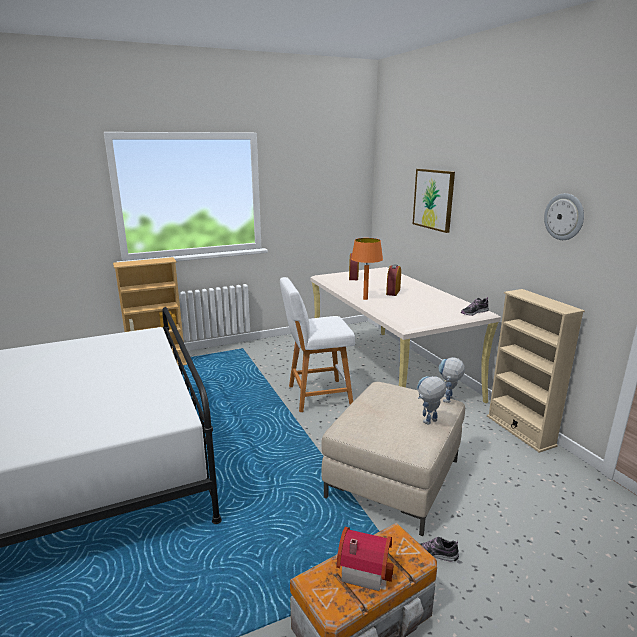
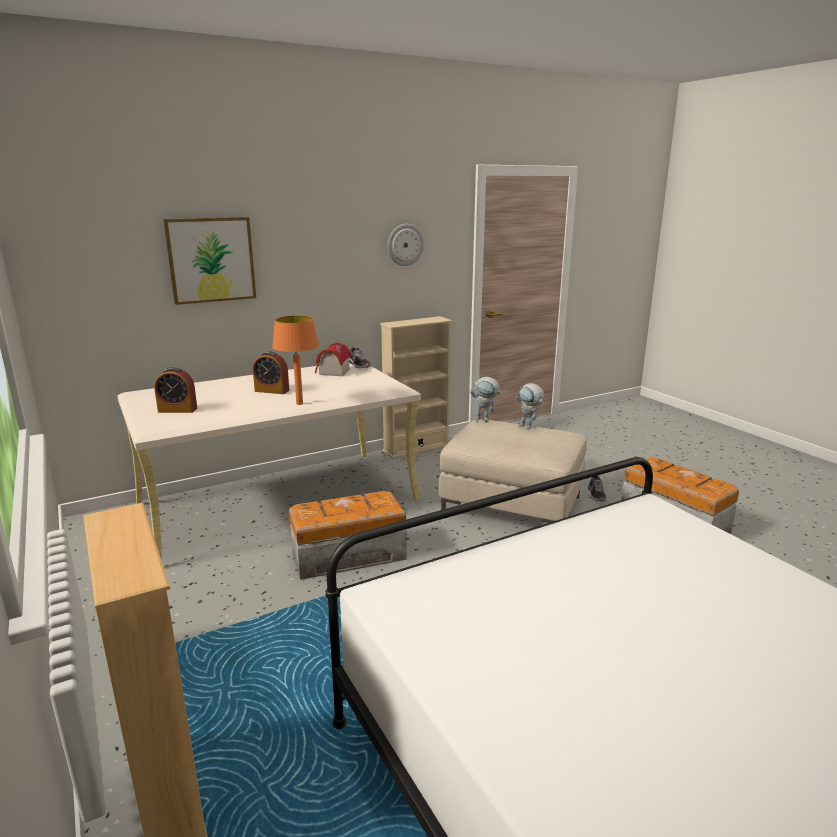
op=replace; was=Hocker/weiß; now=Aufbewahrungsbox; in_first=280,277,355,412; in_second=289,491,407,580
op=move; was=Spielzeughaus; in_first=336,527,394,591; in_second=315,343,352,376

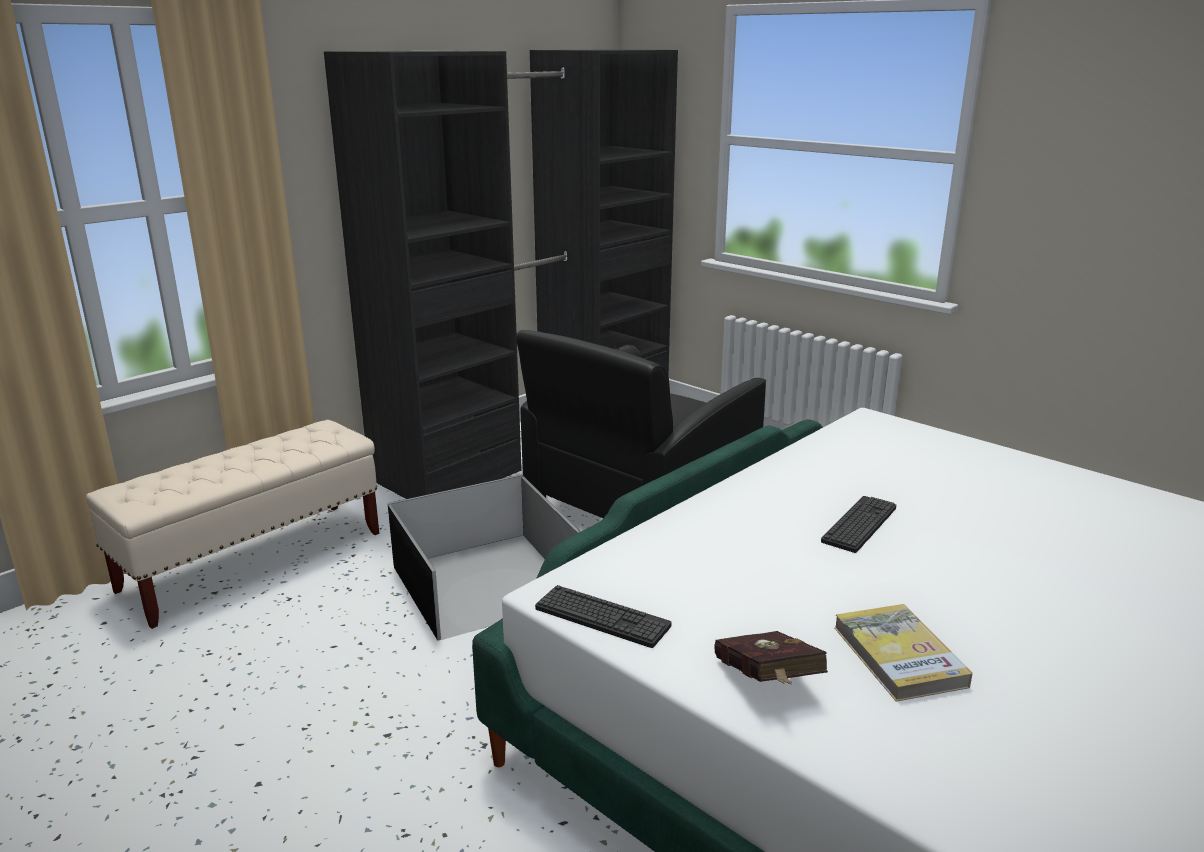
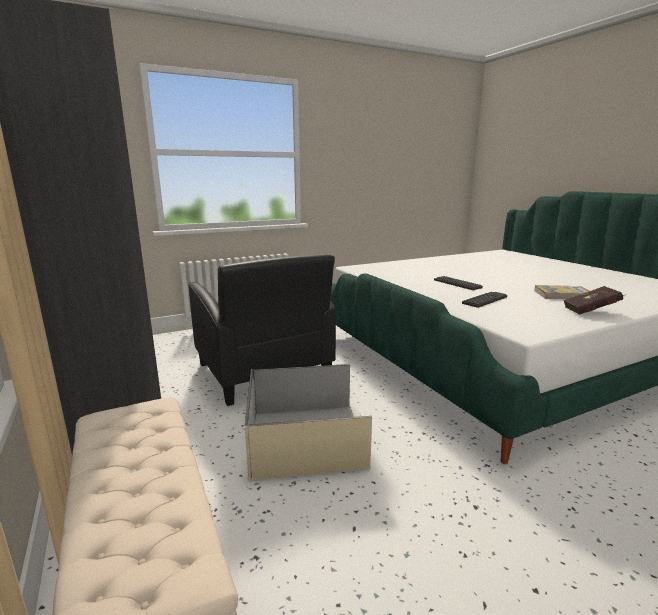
op=recolor; was=Aufbewahrungsbox/schwarz; now=Aufbewahrungsbox/beige; in_first=388,474,580,641; in_second=245,364,372,480
op=move; was=Tastatur; in_first=535,585,671,648; in_second=462,292,507,308

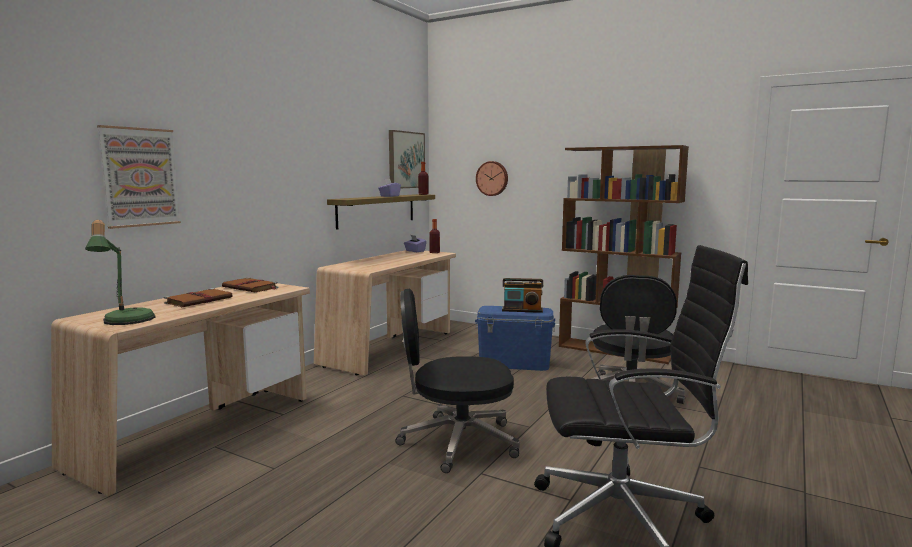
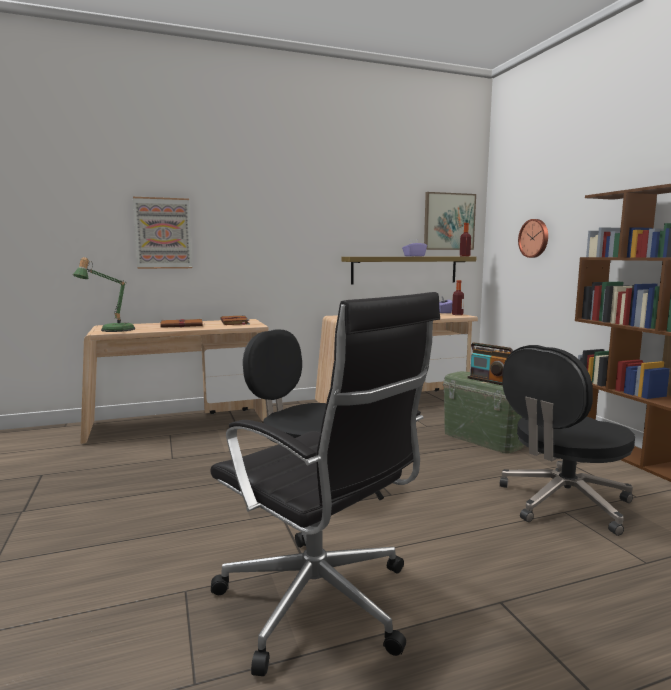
op=recolor; was=Aufbewahrungsbox/blau; now=Aufbewahrungsbox/grün; in_first=475,306,555,371; in_second=443,371,524,453

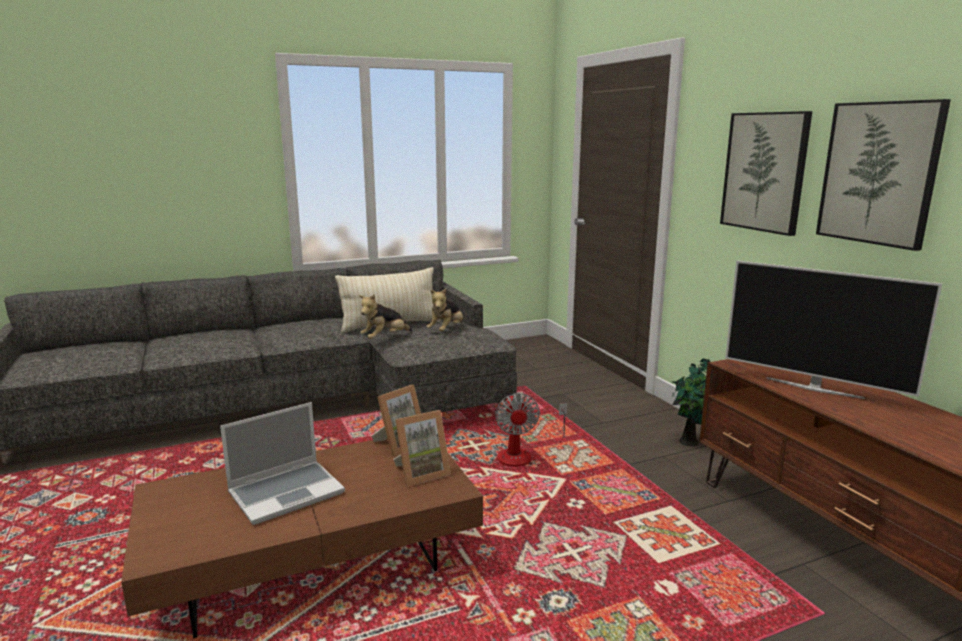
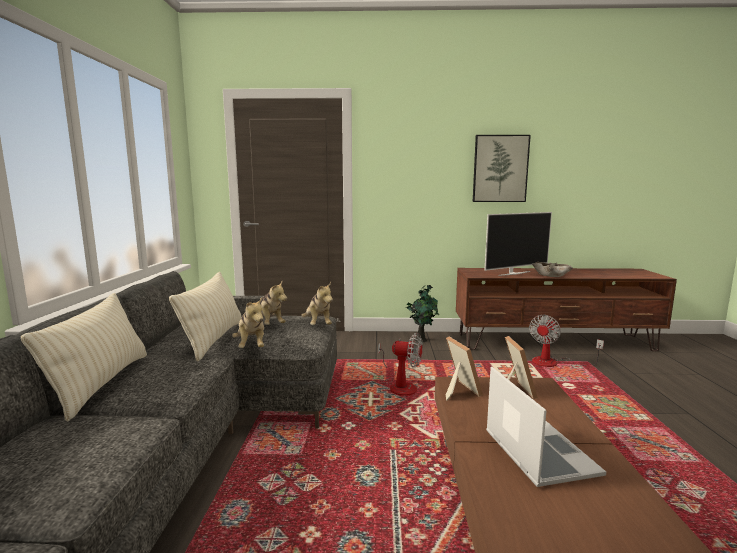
op=insert; now=Kissen/beige; in_second=21,293,147,421
op=insert; now=Plüschtier; in_second=302,282,333,325
op=insert; now=Ventilator; in_second=529,315,604,367
op=insert; now=Schüssel/beige; in_second=532,262,573,277
op=delete; was=Bild; in_first=720,111,812,236

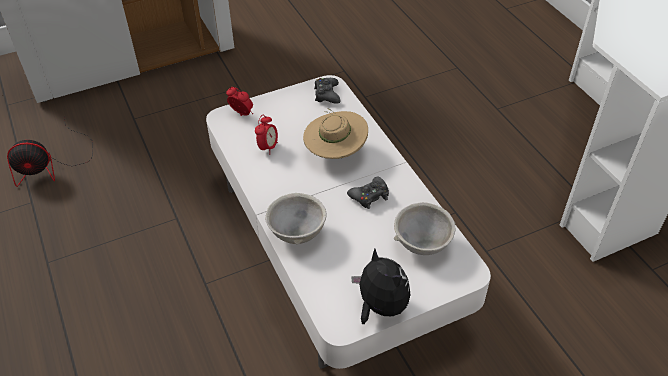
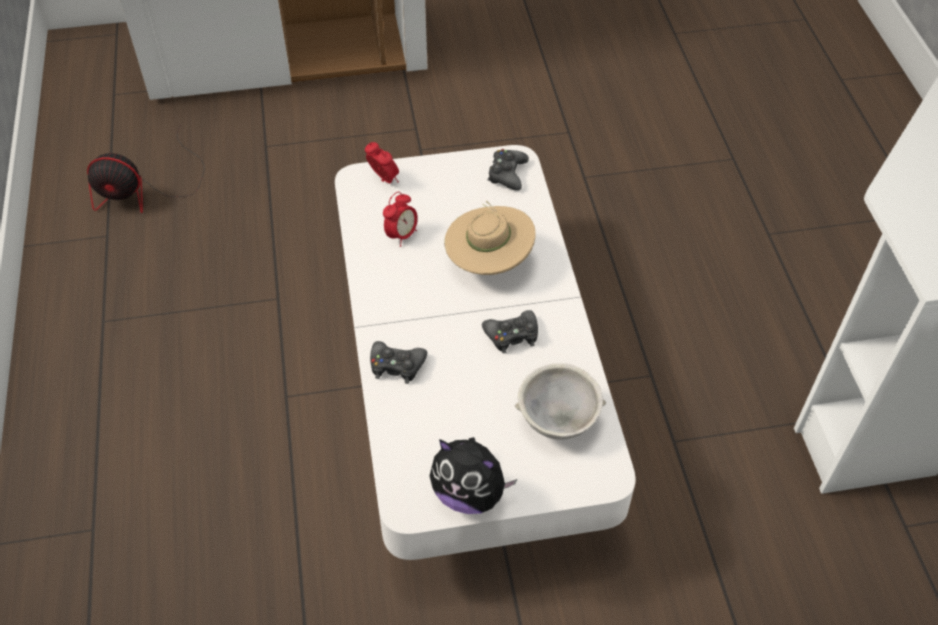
op=replace; was=Schüssel/grau; now=Gamepad/schwarz; in_first=265,193,326,245; in_second=370,341,427,384
op=rotate; was=Plüschtier; in_first=351,249,411,324; in_second=430,437,517,514; clockwise=135

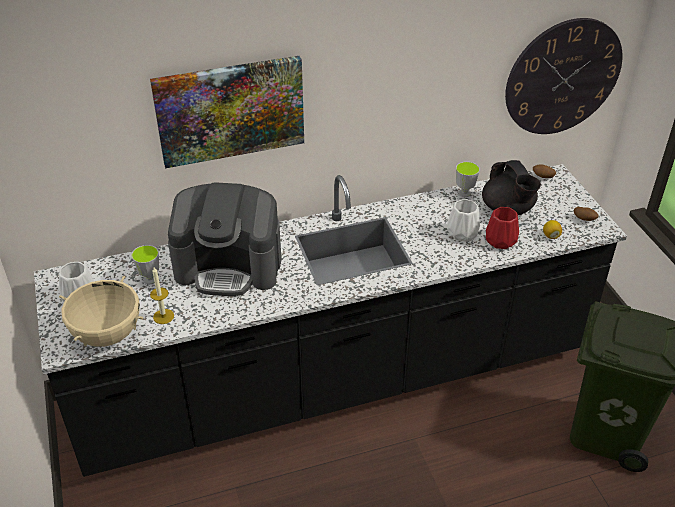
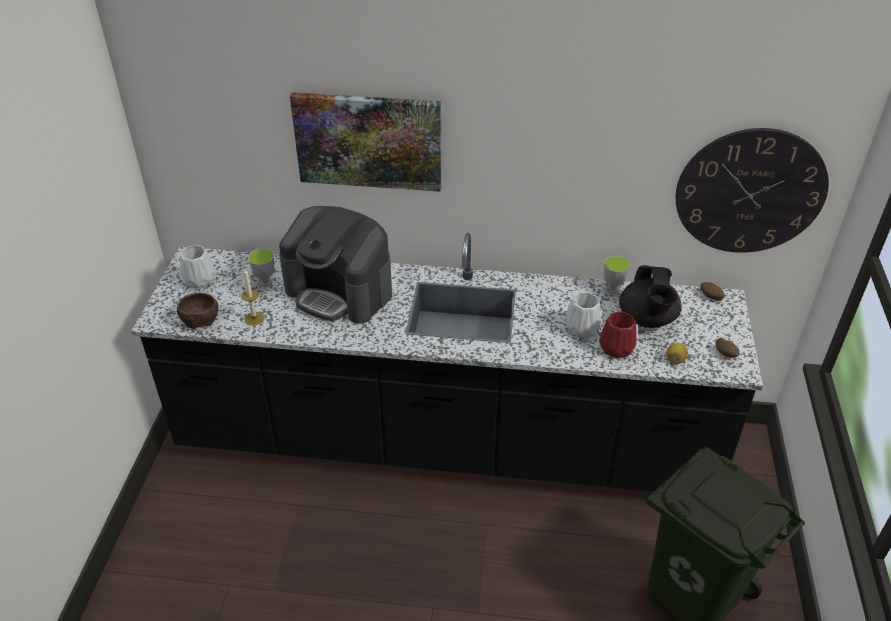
op=replace; was=Kochtopf/beige; now=Schüssel/braun; in_first=59,276,143,347; in_second=177,293,218,329

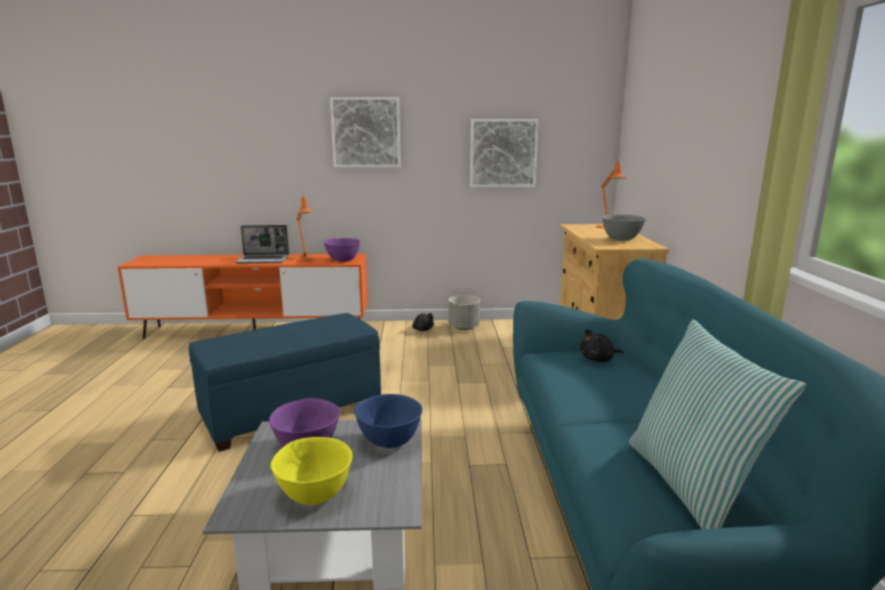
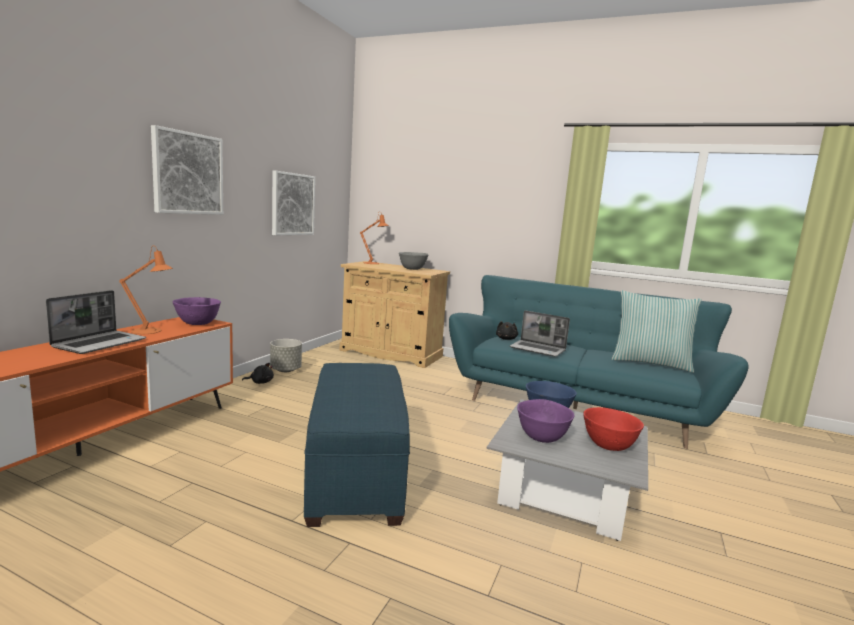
op=insert; now=Laptop; in_second=510,310,570,357
op=recolor; was=Schüssel/gelb; now=Schüssel/rot; in_first=271,437,352,505; in_second=583,407,644,451

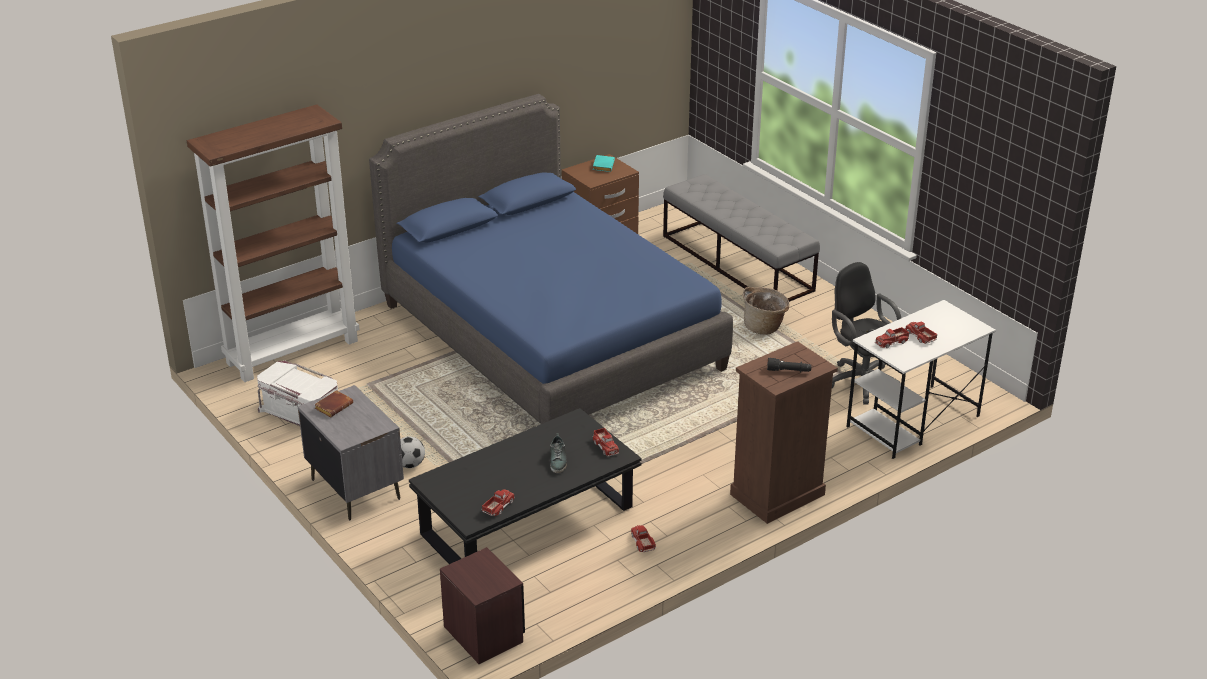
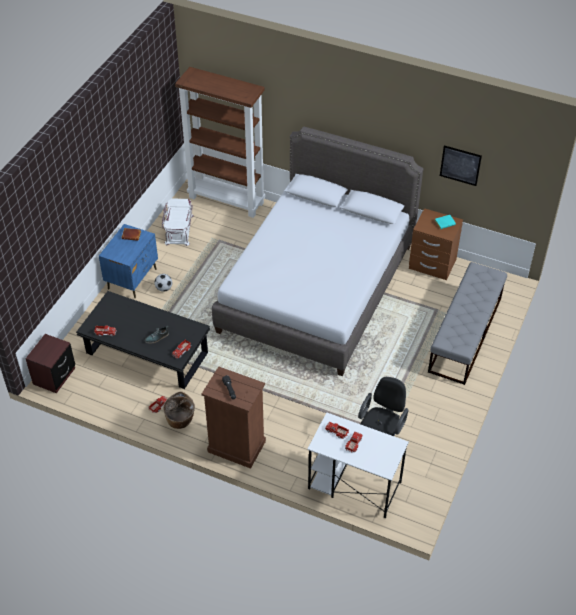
op=recolor; was=Nachttisch/grau; now=Nachttisch/blau; in_first=298,385,404,520; in_second=99,224,158,298
op=move; was=Korb; in_first=743,287,790,334; in_second=163,391,195,429
op=recolor; was=Bett/blau; now=Bett/grau; in_first=369,94,733,424; in_second=212,127,423,376
op=insert; now=Bild; in_second=440,145,482,186

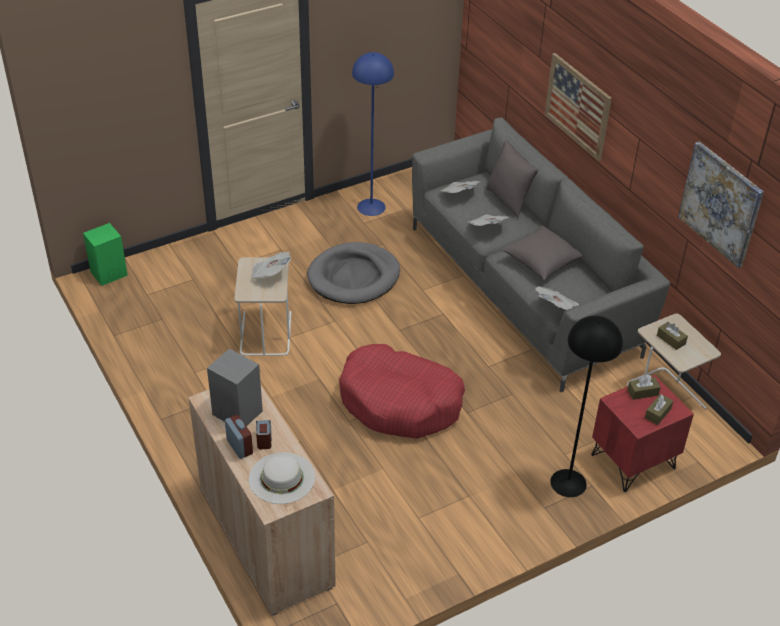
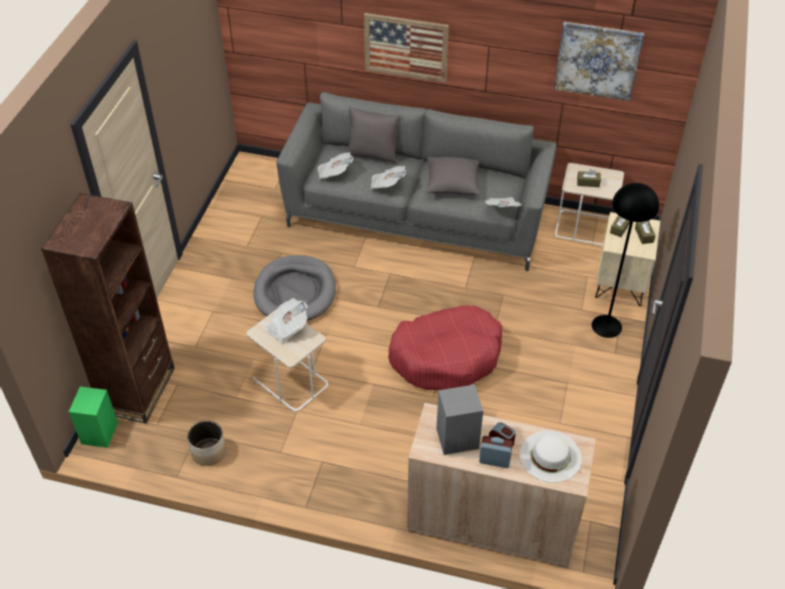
op=insert; now=Bücherregal/braun; in_second=41,193,175,424
op=insert; now=Pflanzkübel; in_second=187,420,226,466
op=recolor; was=Nachttisch/rot; now=Nachttisch/beige; in_first=591,375,694,492; in_second=595,212,660,306
op=delete; was=Stehlampe/blau; in_first=352,52,394,216

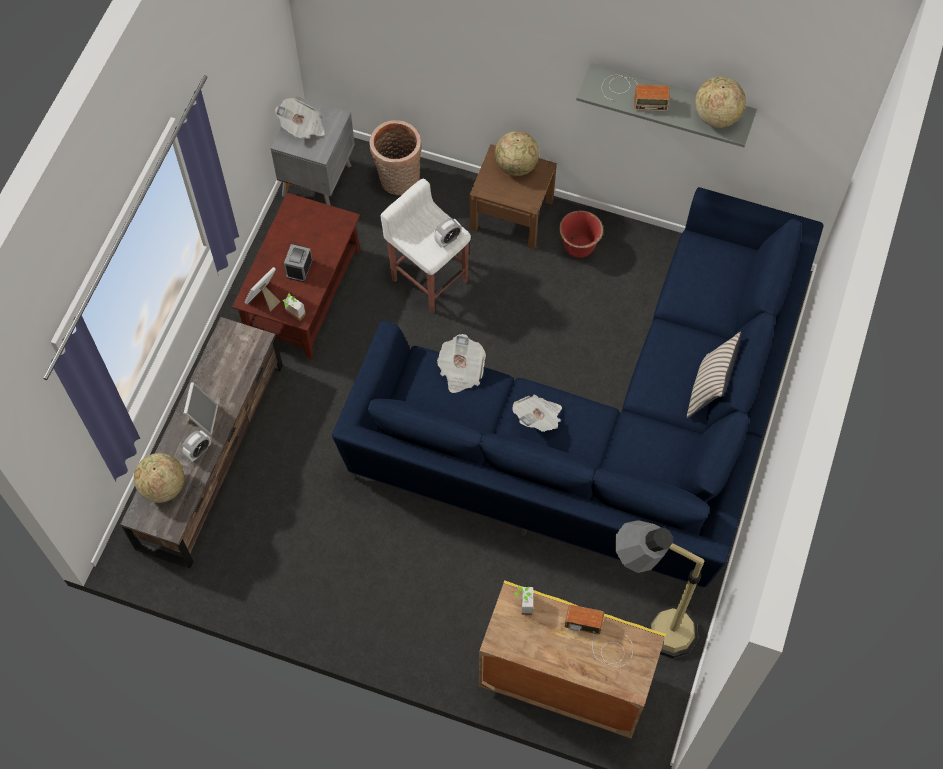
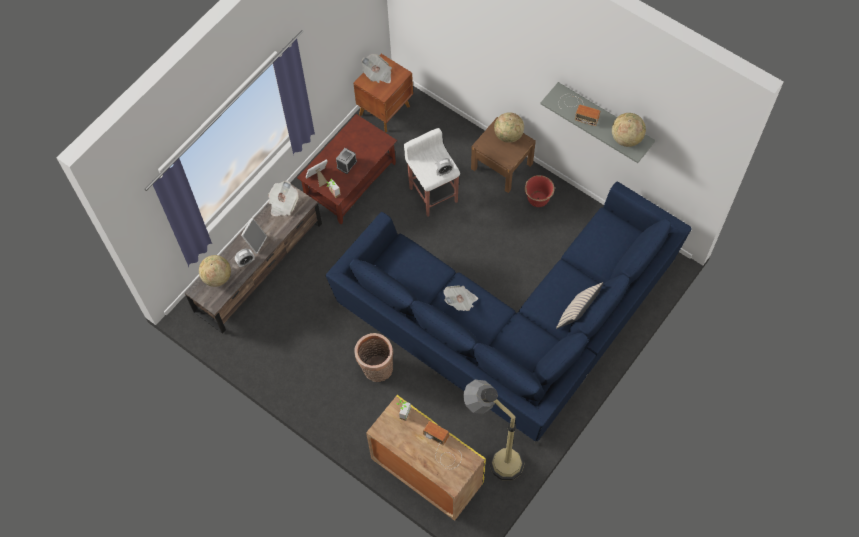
op=move; was=Zeitung; in_first=437,334,486,393; in_second=268,181,298,216
op=recolor; was=Nachttisch/grau; now=Nachttisch/braun; in_first=271,96,355,205; in_second=353,54,413,132
op=move; was=Korb; in_first=370,120,422,195; in_second=354,333,393,382

